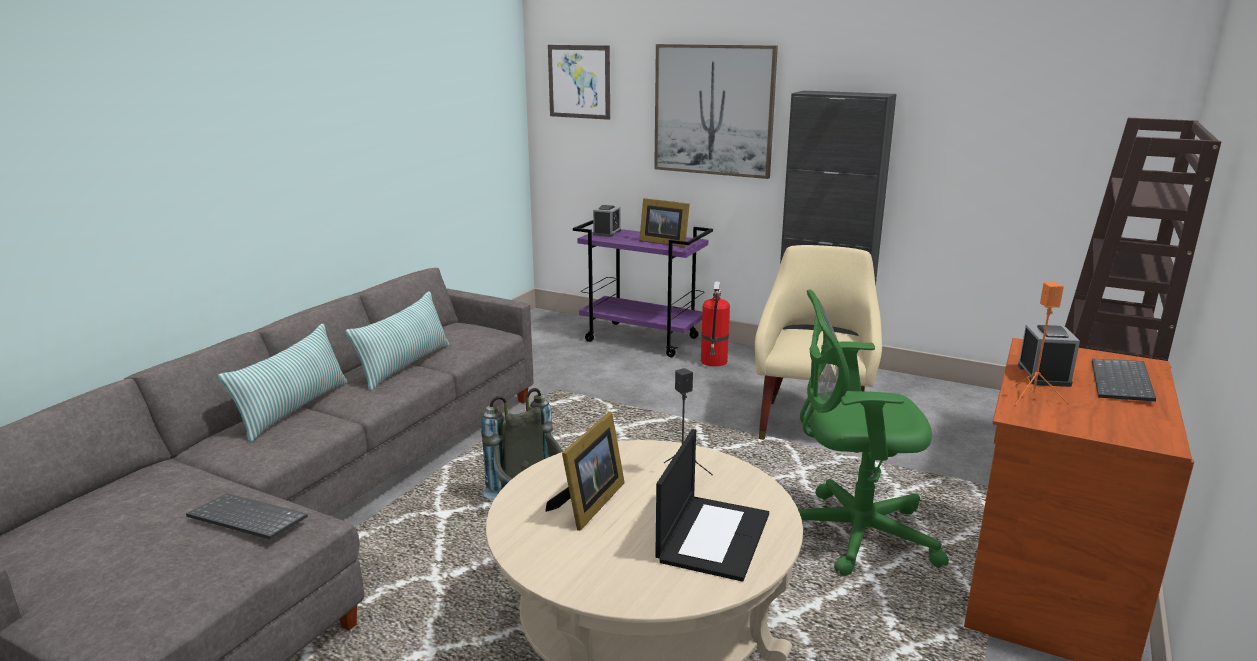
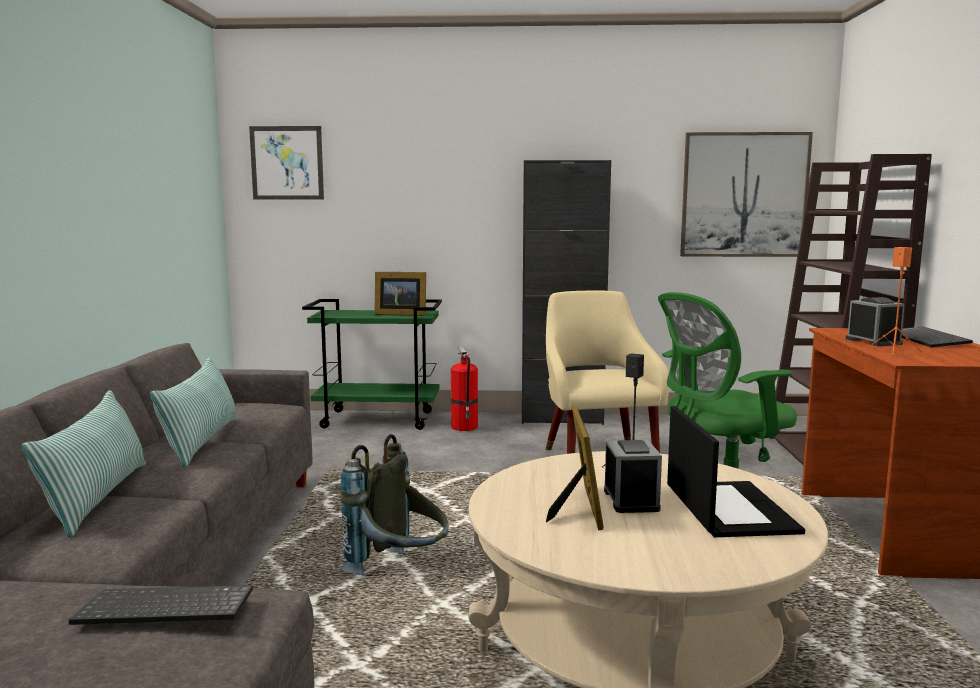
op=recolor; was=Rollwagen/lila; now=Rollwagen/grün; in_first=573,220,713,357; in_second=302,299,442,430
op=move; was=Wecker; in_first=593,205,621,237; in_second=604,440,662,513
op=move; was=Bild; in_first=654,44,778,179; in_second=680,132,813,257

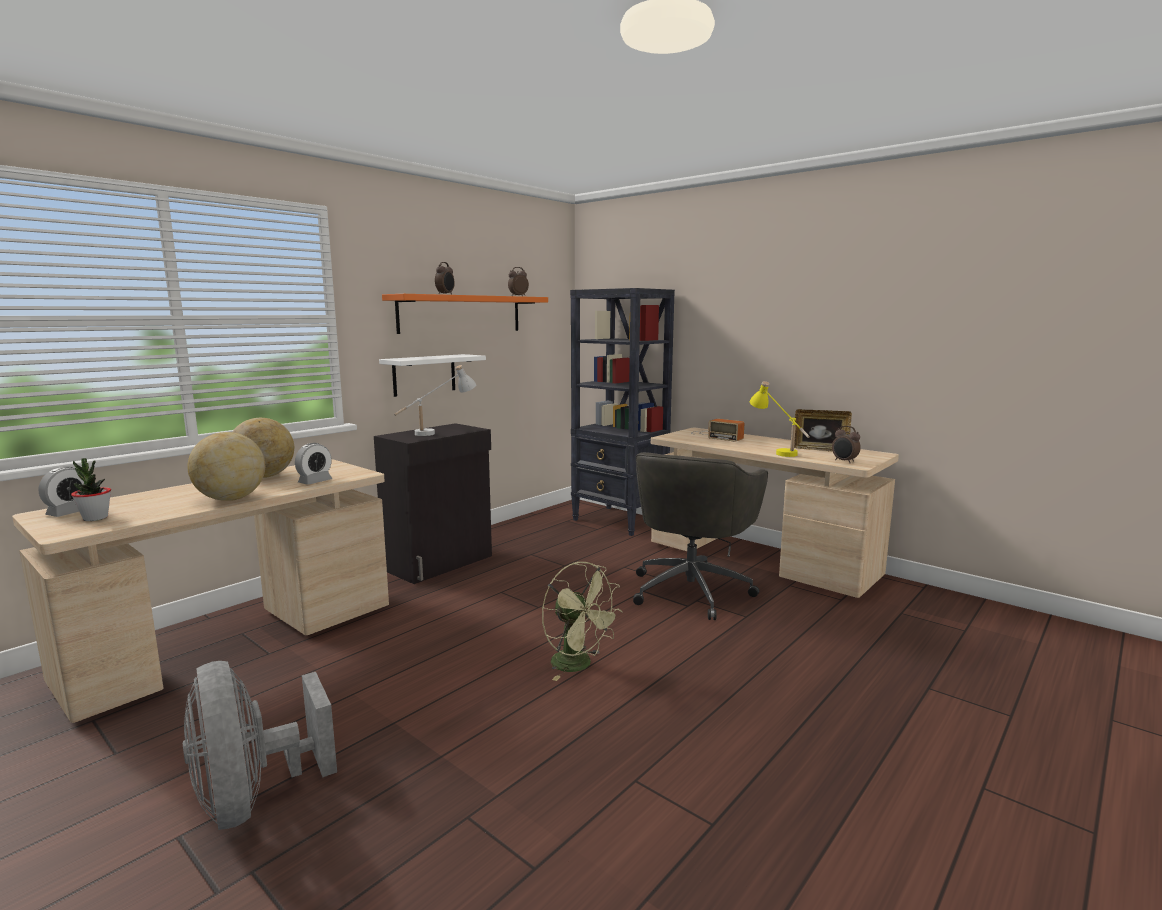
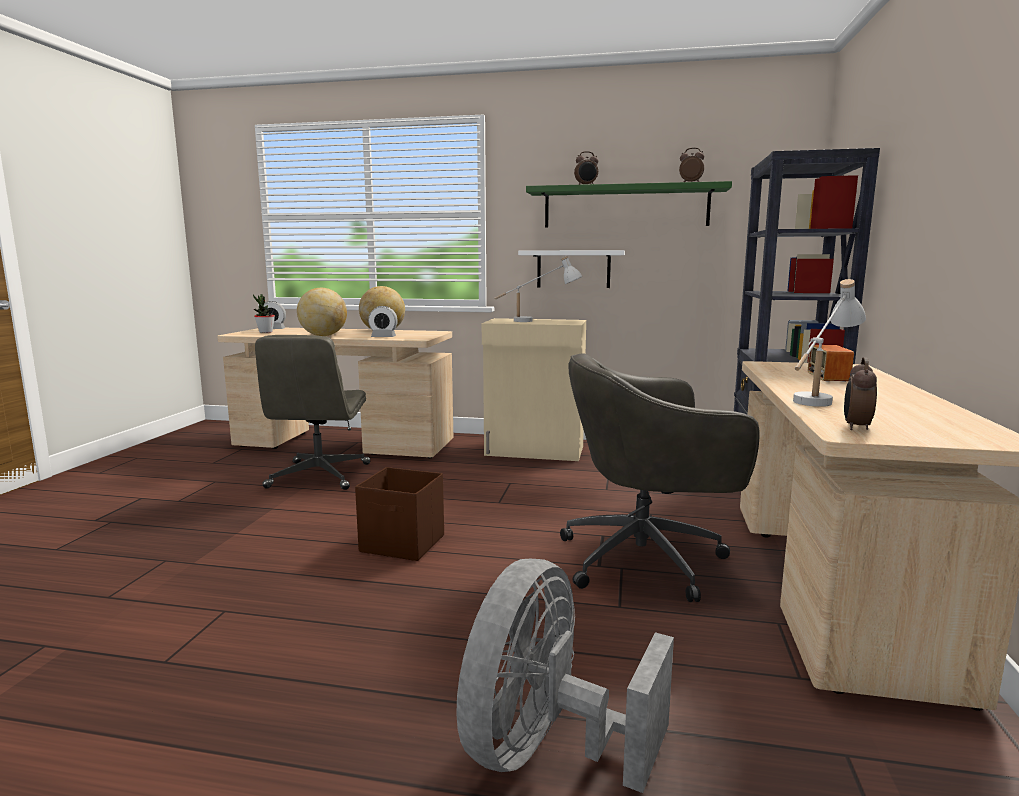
op=insert; now=Bürostuhl/grau; in_second=255,335,371,490
op=replace; was=Ventilator/grün; now=Aufbewahrungsbox/braun; in_first=542,562,623,681; in_second=355,467,444,561
op=move; was=Ventilator/grau; in_first=183,661,337,830; in_second=456,559,674,793
op=recolor; was=Schrank/schwarz; now=Schrank/beige; in_first=374,423,492,584; in_second=482,318,586,461
op=recolor; was=Wandregal/orange; now=Wandregal/grün; in_first=382,294,548,334; in_second=526,181,732,228
op=recolor; was=Tischlampe/gelb; now=Tischlampe/weiß; in_first=750,381,810,457; in_second=793,279,866,407
op=delete; was=Bilderrahmen; in_first=794,409,852,451

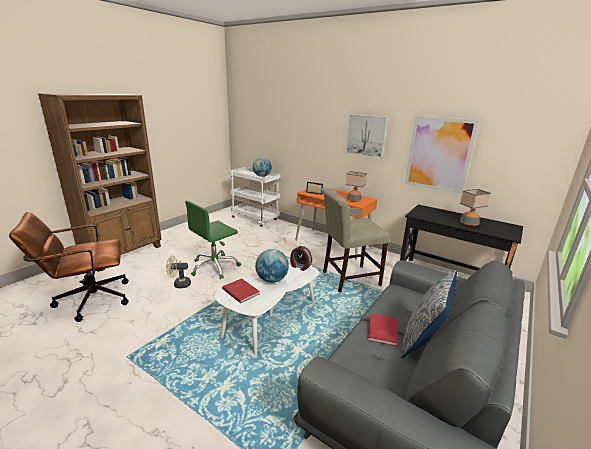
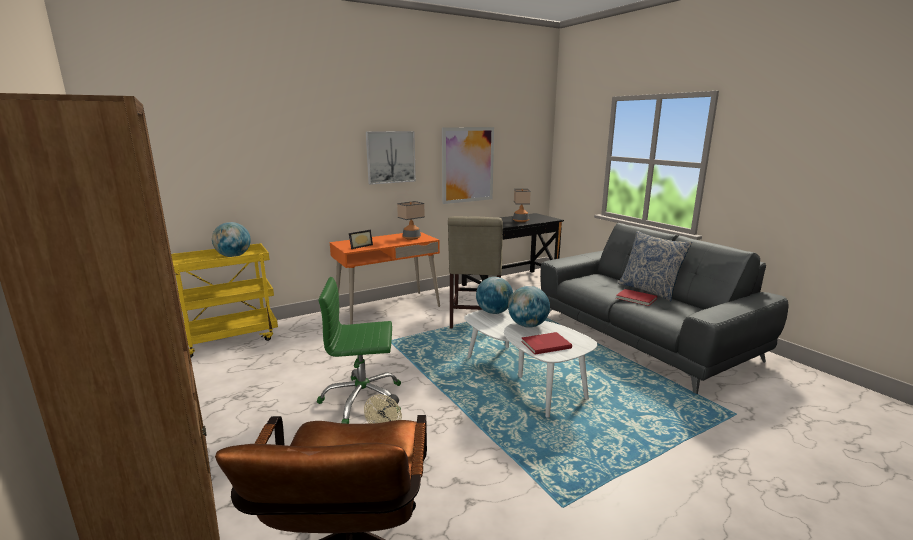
op=recolor; was=Rollwagen/weiß; now=Rollwagen/gelb; in_first=229,167,280,227; in_second=171,243,278,357
op=rotate; was=Bürostuhl/grün; in_first=185,201,241,279; in_second=317,277,401,424; clockwise=105
op=replace; was=Wecker; now=Globus; in_first=290,246,312,271; in_second=476,277,513,314

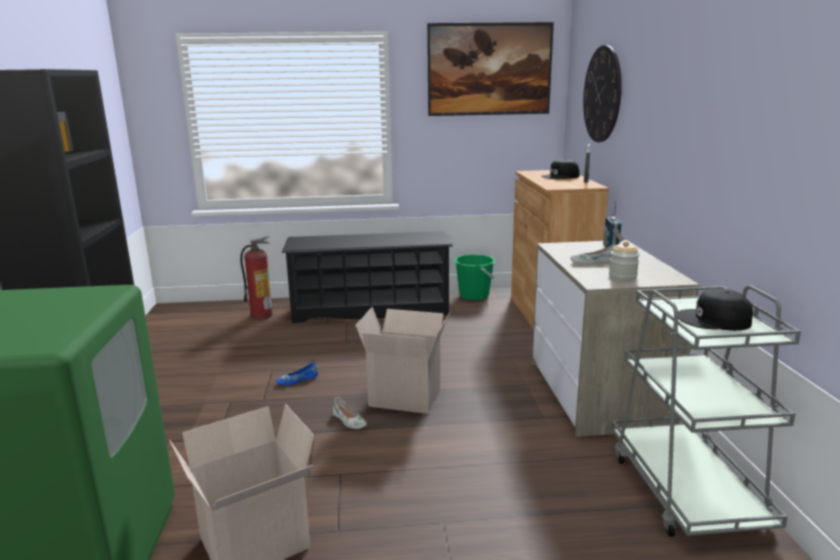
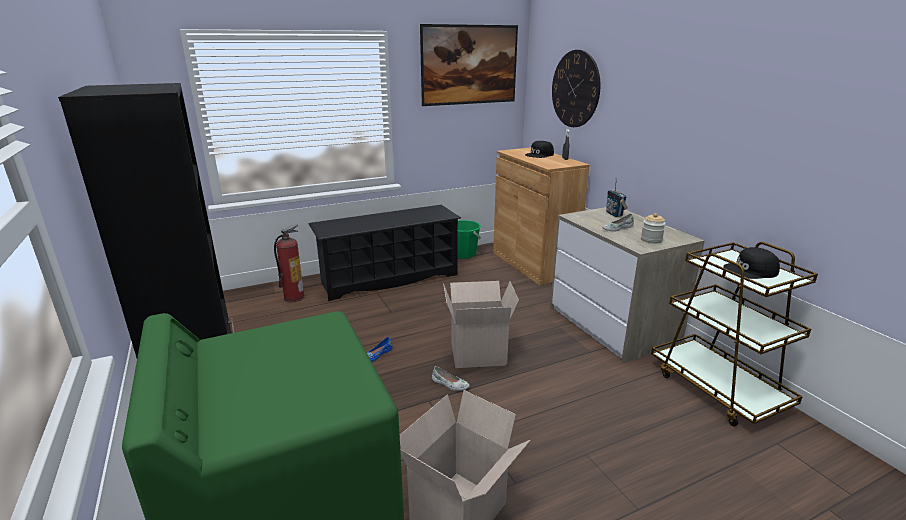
op=recolor; was=Rollwagen/grau; now=Rollwagen/braun; in_first=611,285,801,537; in_second=651,242,818,427

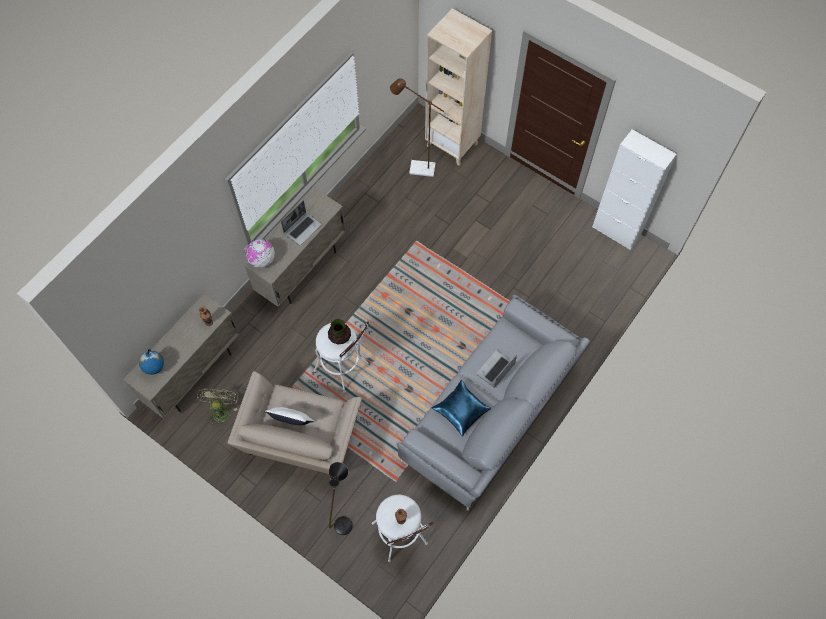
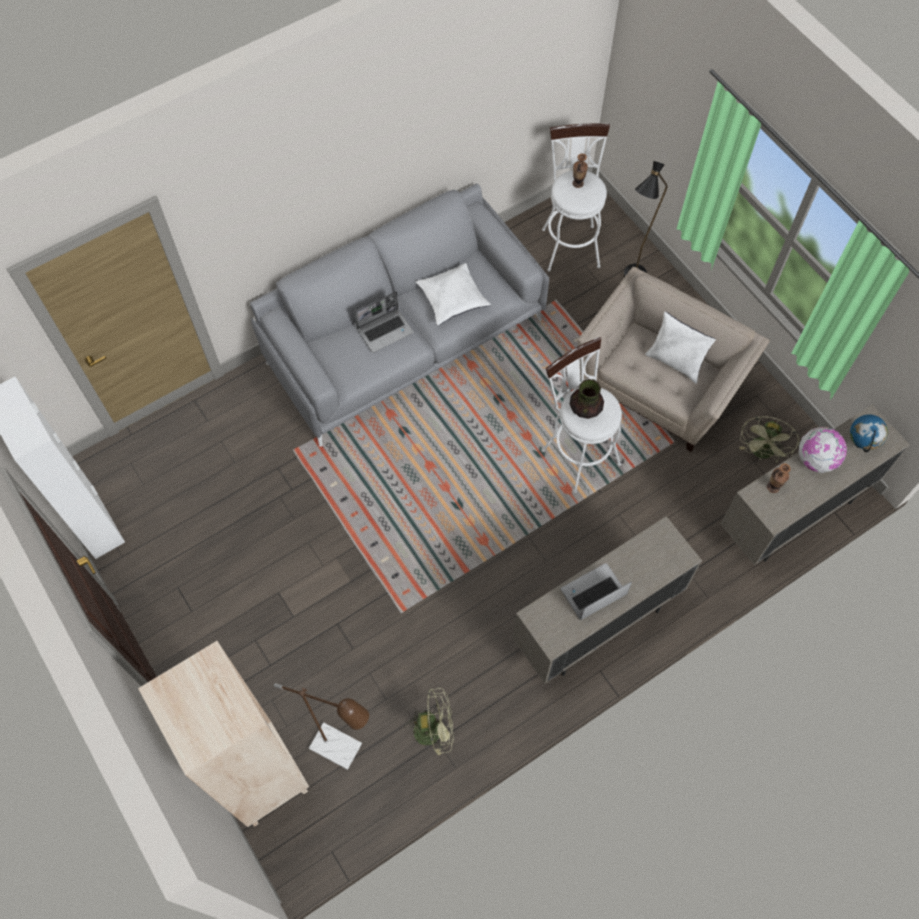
op=insert; now=Ventilator/grün; in_second=405,688,454,756
op=recolor; was=Kissen/blau; now=Kissen/weiß; in_first=432,380,491,436; in_second=416,263,491,326
op=move; was=Globus; in_first=246,239,275,268; in_second=799,427,847,473

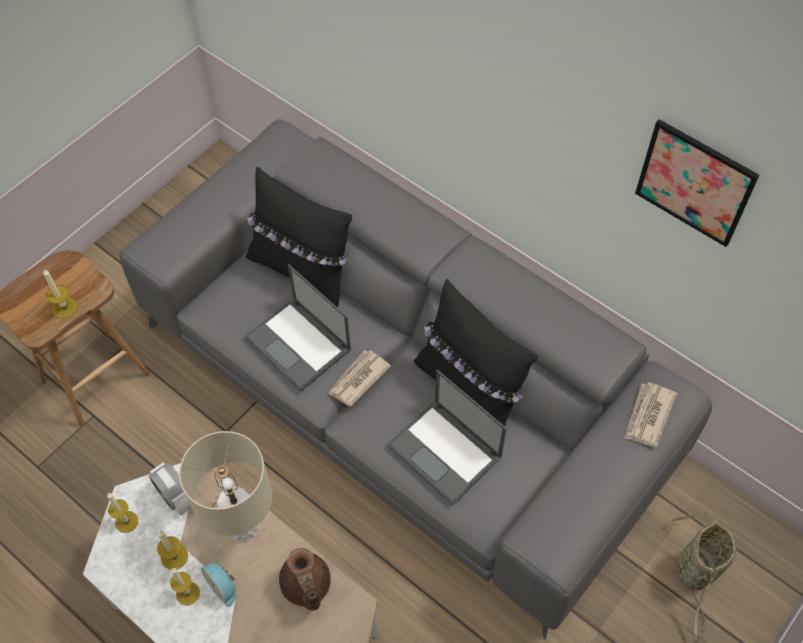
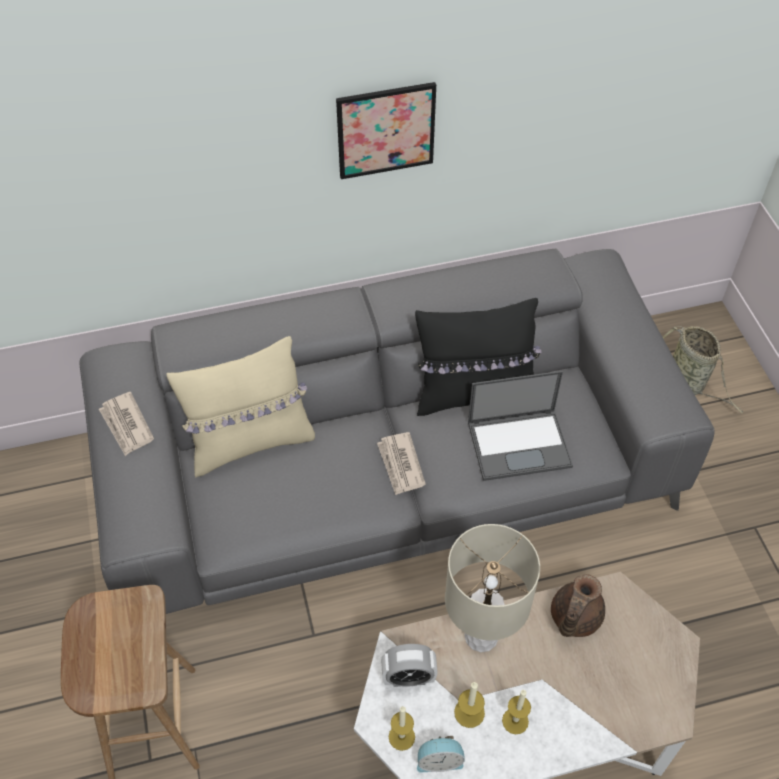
op=move; was=Zeitung; in_first=625,382,677,447; in_second=99,392,154,456
op=recolor; was=Kissen/schwarz; now=Kissen/beige; in_first=246,167,352,307; in_second=166,336,315,477
op=move; was=Bild; in_first=635,119,759,247; in_second=336,82,436,179
op=move; was=Wecker; in_first=201,562,236,607; in_second=417,736,465,773
op=rotate; was=Teekanne/braun; in_first=279,548,331,611; in_second=551,574,605,637; clockwise=105
op=delete; was=Kerze; in_first=43,270,77,319
op=delete; was=Laptop; in_first=245,264,351,391

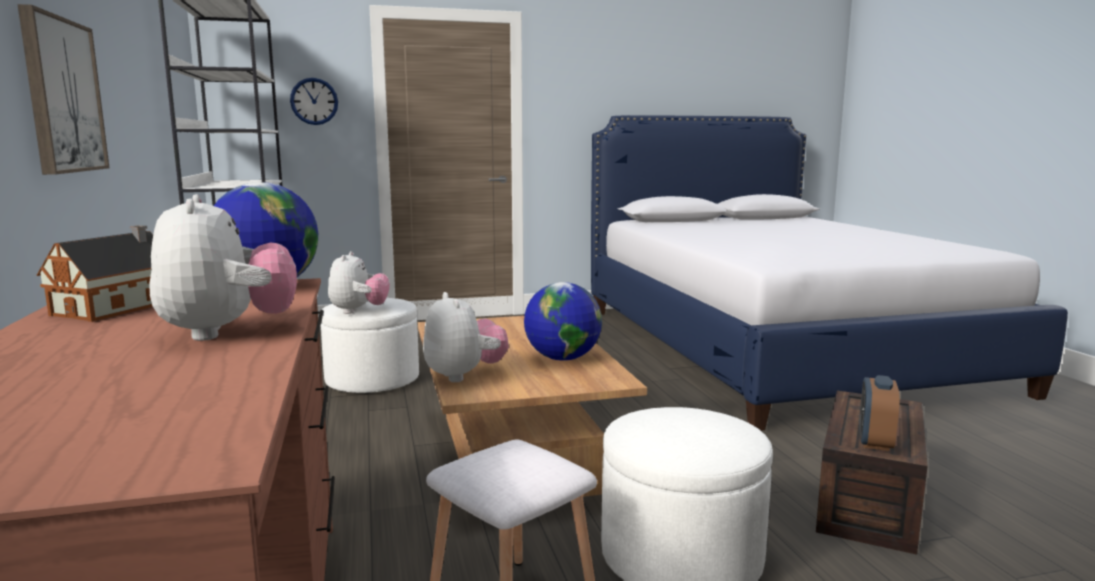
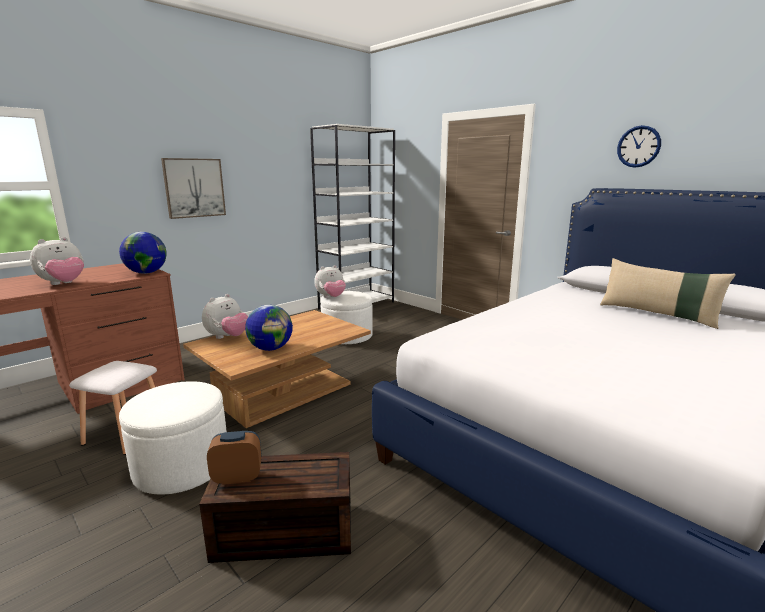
op=insert; now=Kissen/beige; in_second=600,258,736,329
op=move; was=Wanduhr; in_first=290,78,338,125; in_second=617,125,661,168
op=delete; was=Spielzeughaus; in_first=37,225,153,322

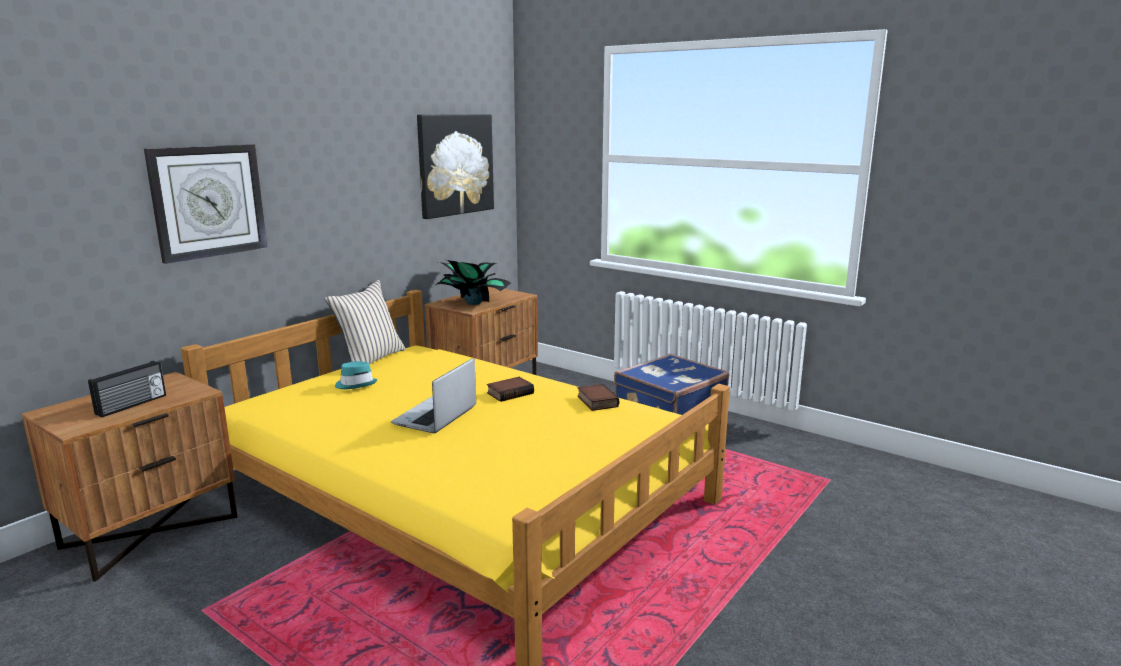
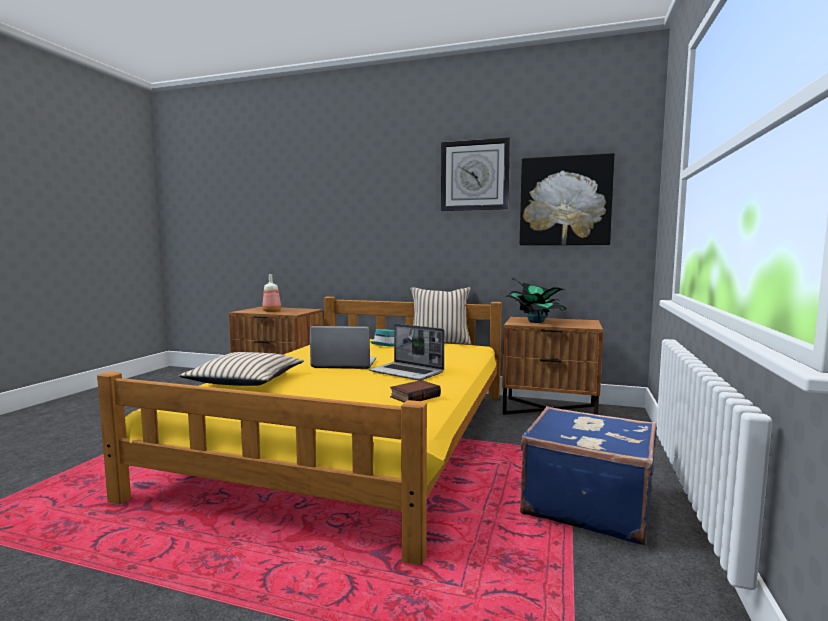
op=insert; now=Kissen/beige; in_second=179,352,304,386
op=replace; was=Radio; now=Flasche; in_first=88,361,166,417; in_second=262,274,281,312
op=replace; was=Buch; now=Laptop; in_first=487,377,534,402; in_second=369,324,444,380
op=move; was=Wanduhr; in_first=144,144,267,264; in_second=441,138,510,211

